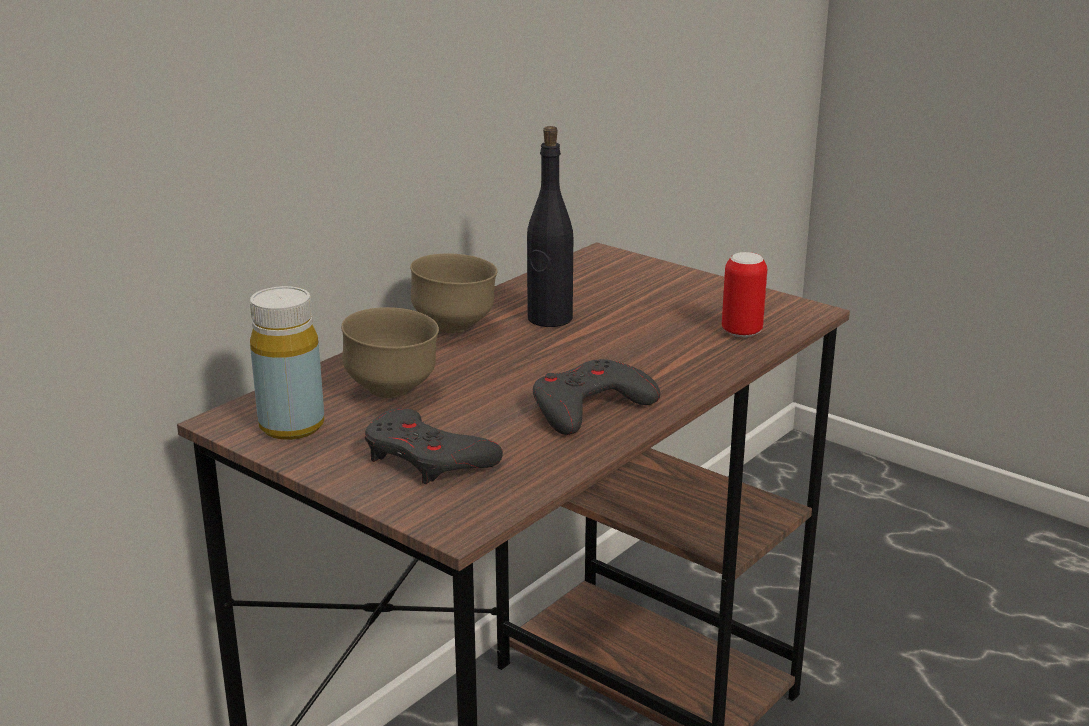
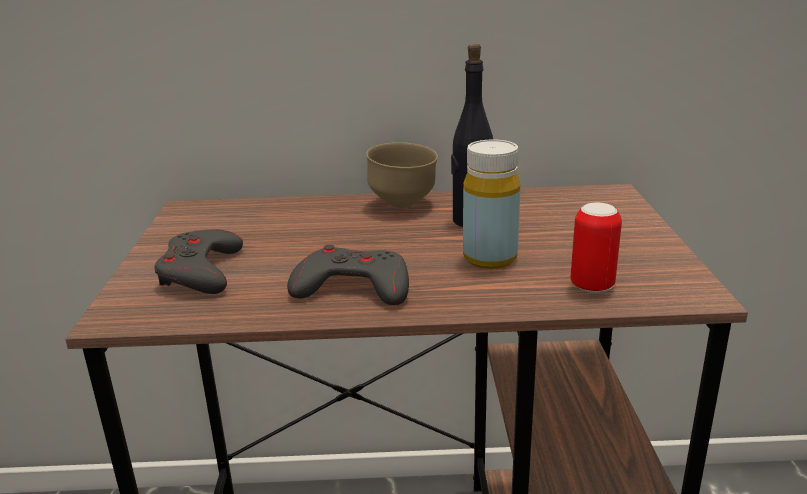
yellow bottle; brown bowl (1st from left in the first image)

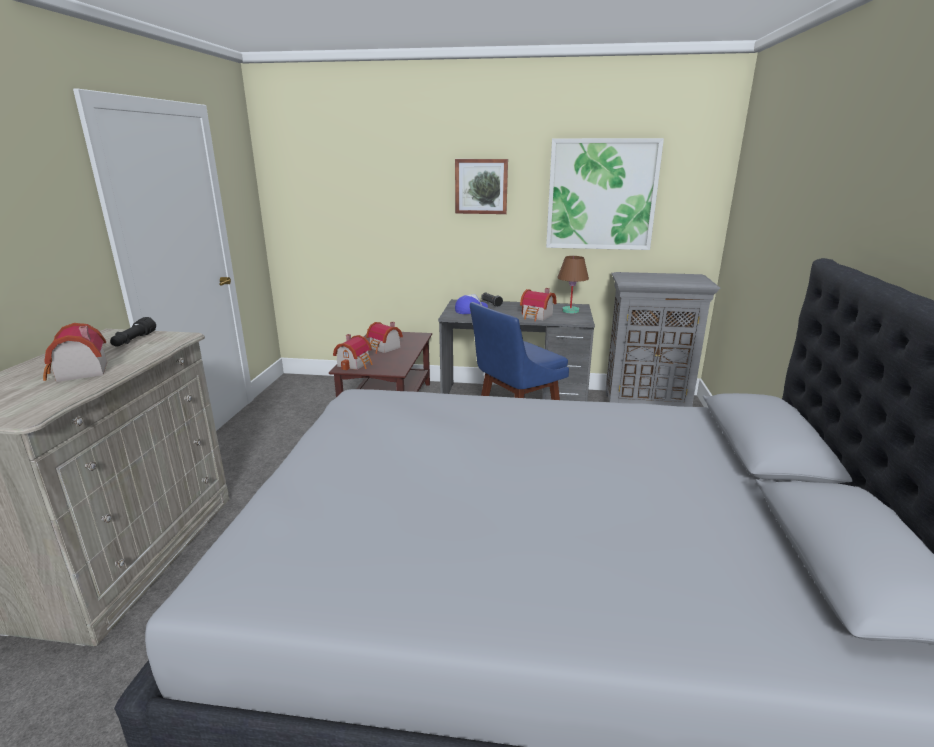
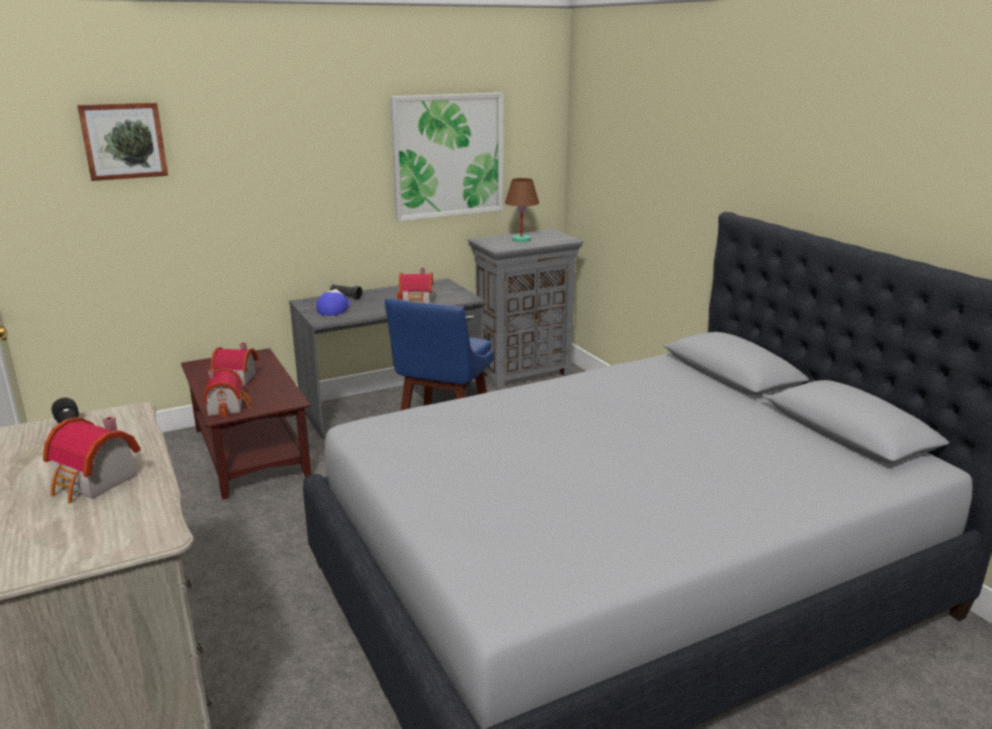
picture (1st from left); brown table lamp

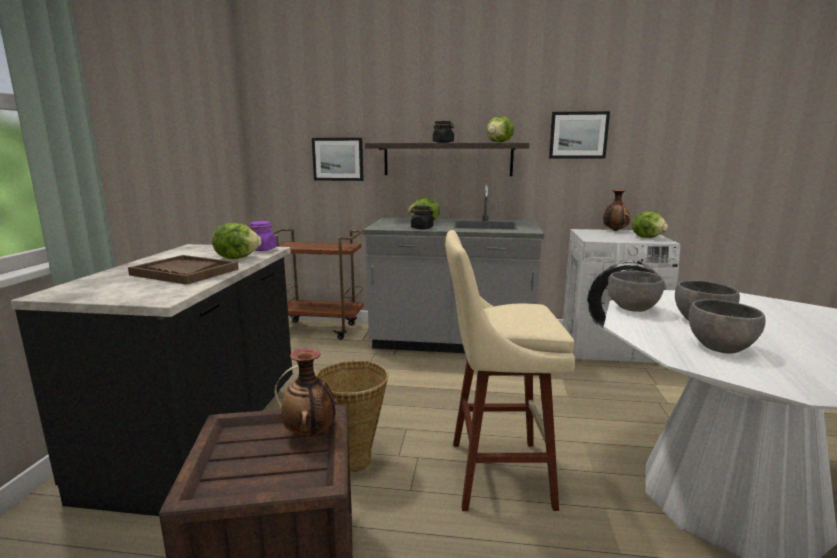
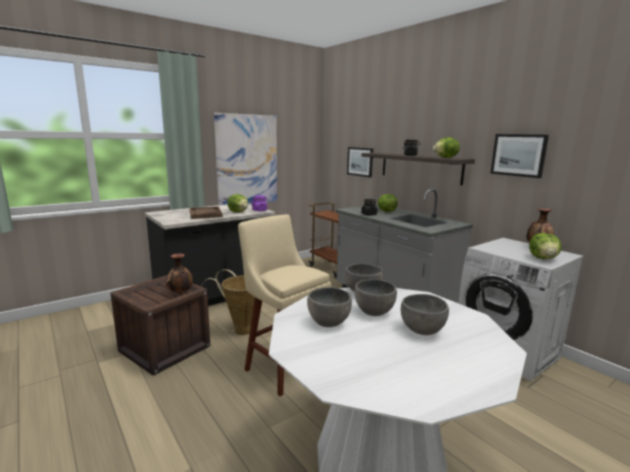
picture (1st from left); grey bowl (4th from left)

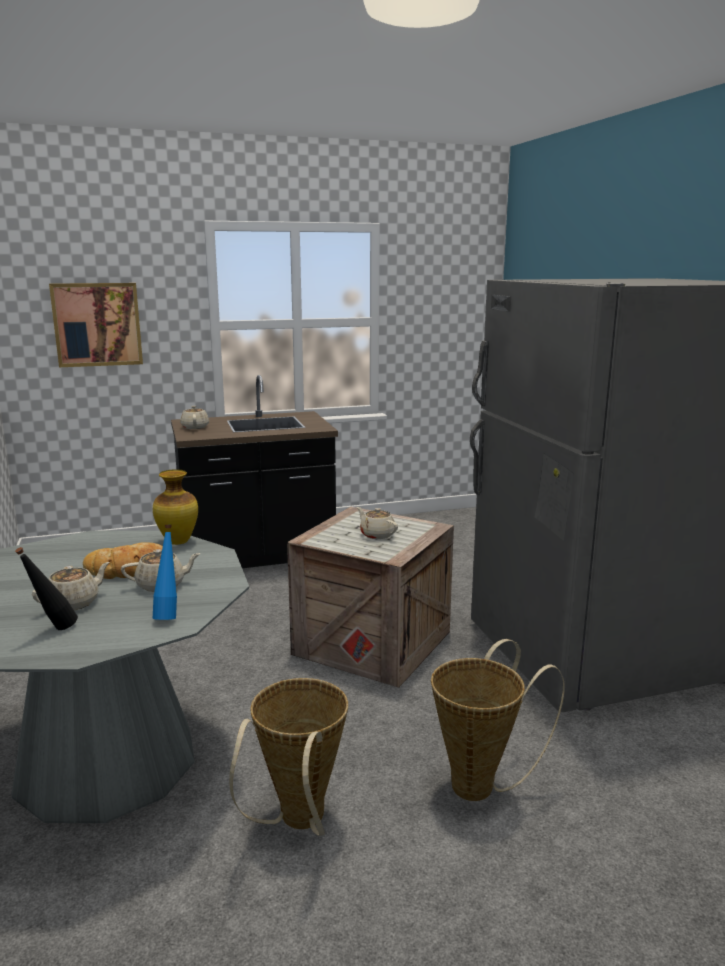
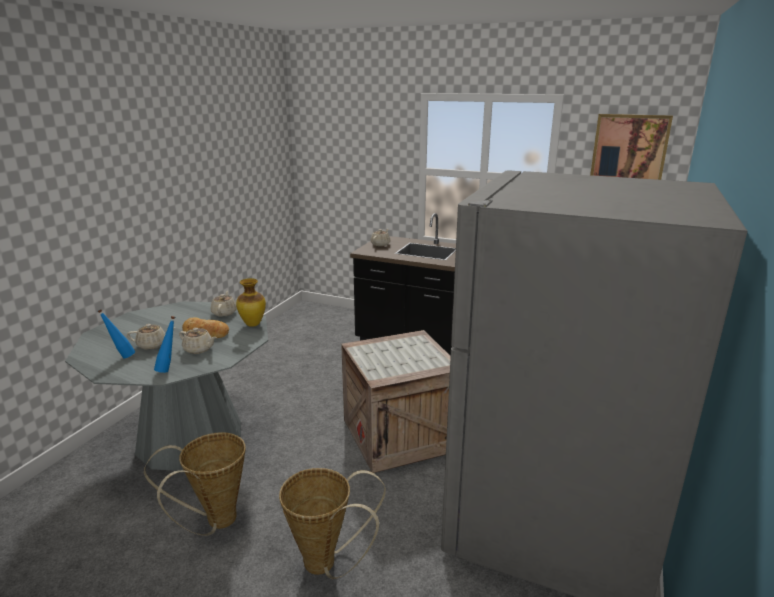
blue bottle (1st from left); beige teapot (3rd from left); picture

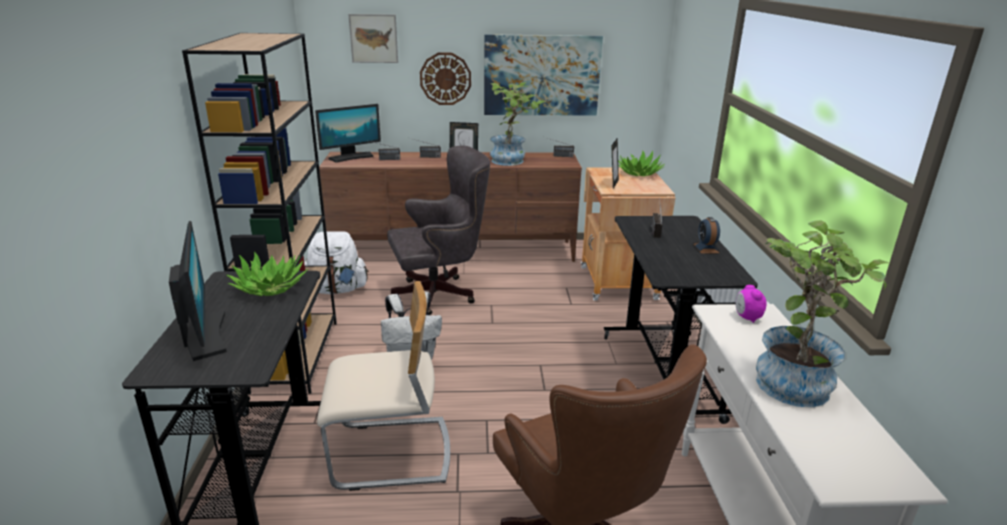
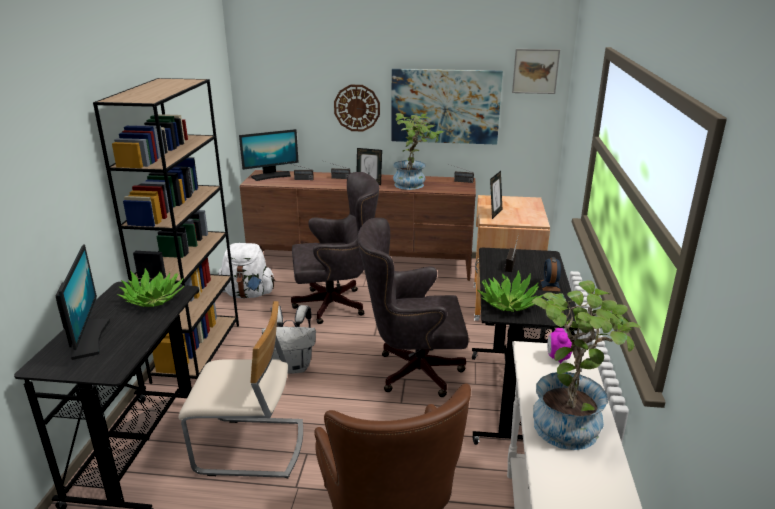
grey office chair (2nd from left); potted plant (3rd from left); picture (2nd from left)

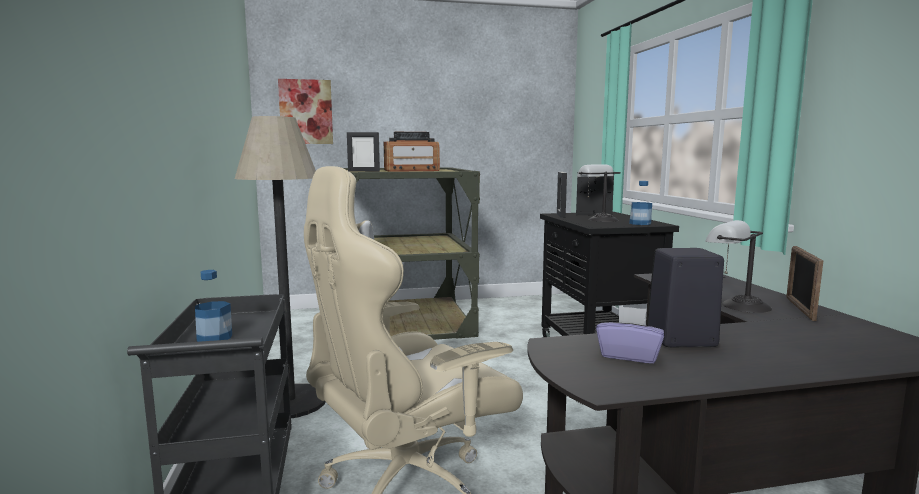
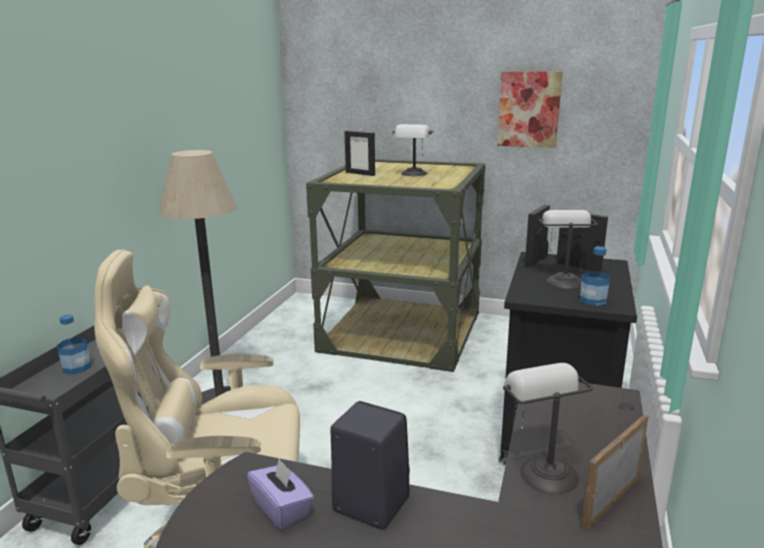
table lamp (1st from left); picture

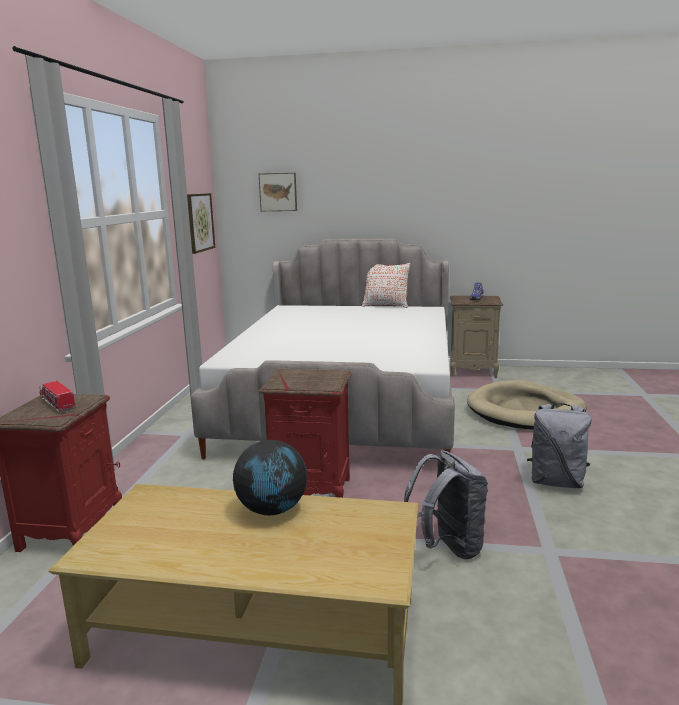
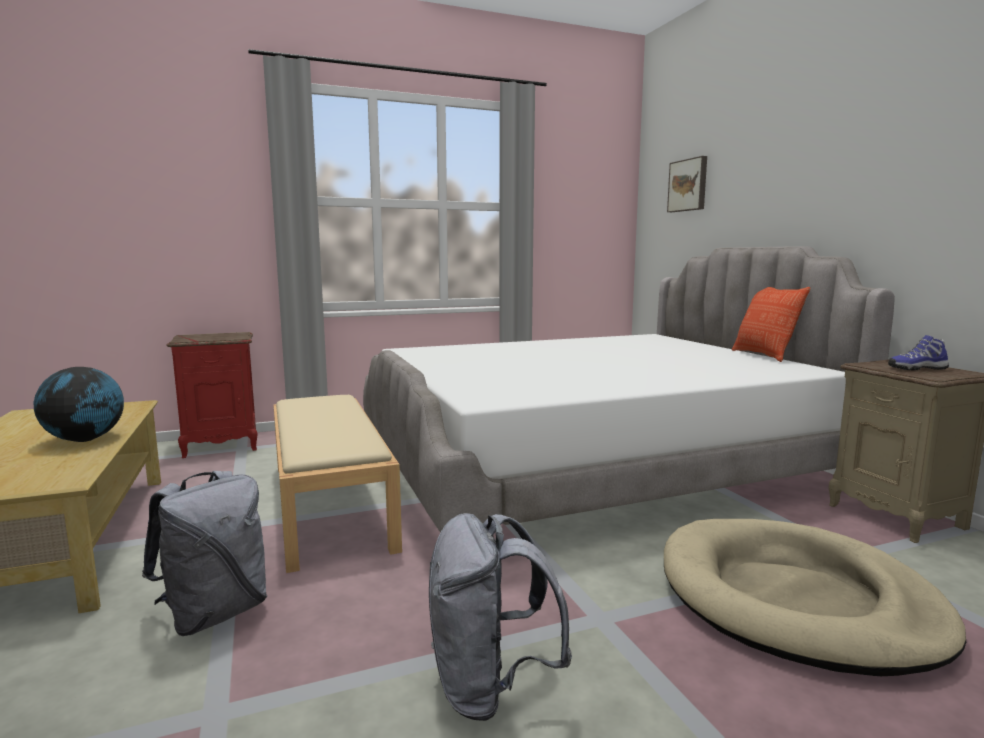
beige bench; orange pillow; toy truck; picture (1st from left in the first image)

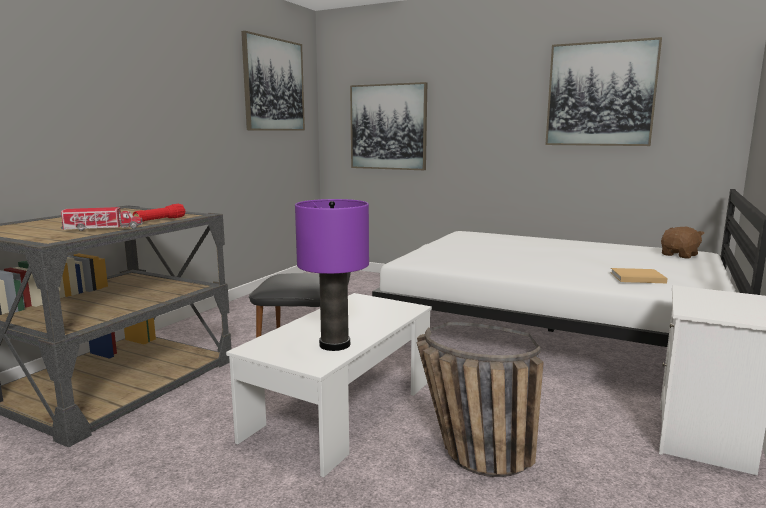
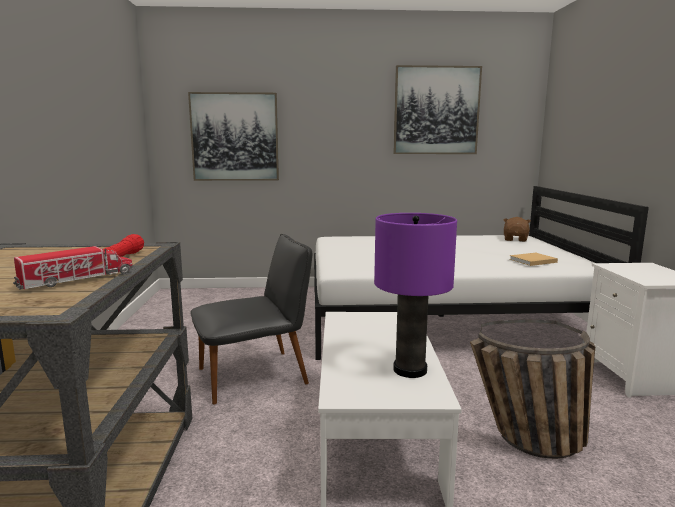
picture (1st from left in the first image)

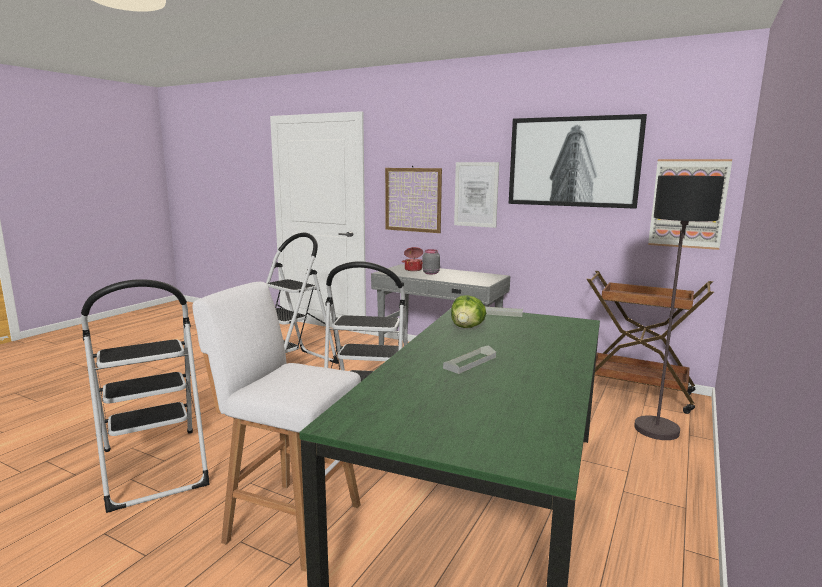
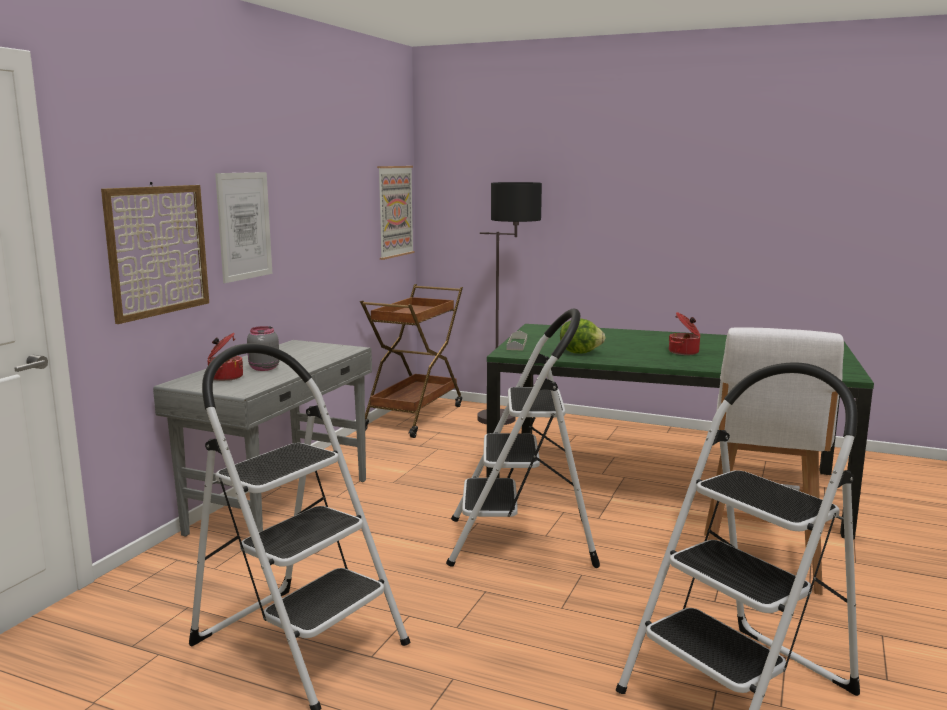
cooking pot (2nd from left); picture (3rd from left in the first image)

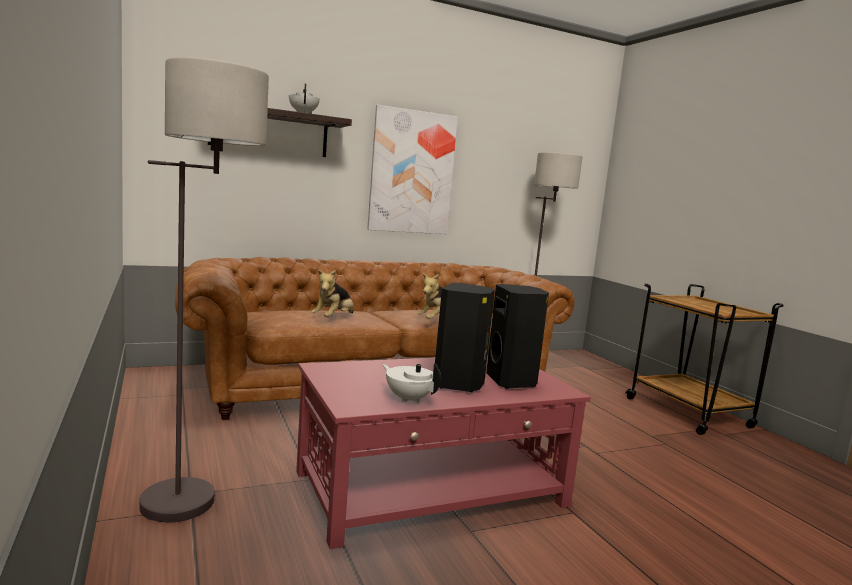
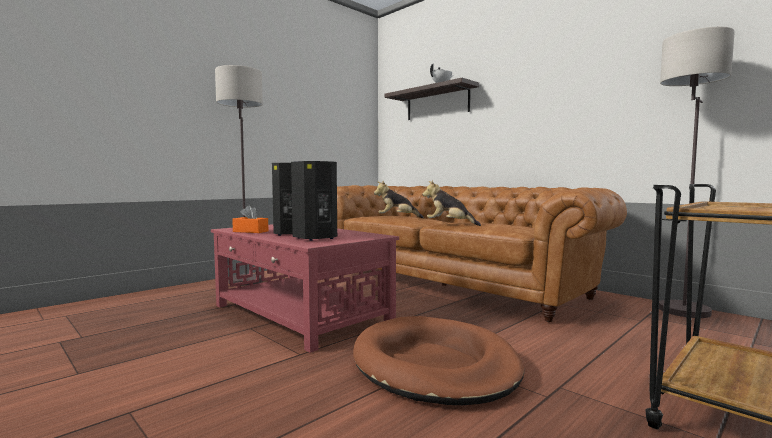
orange tissue box; brown dog bed; picture

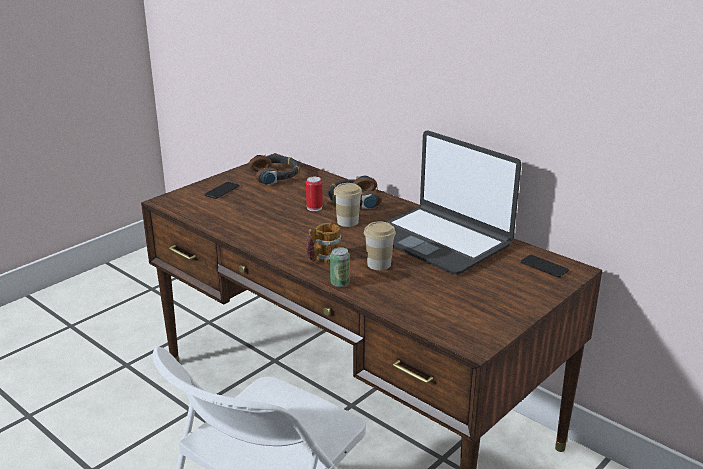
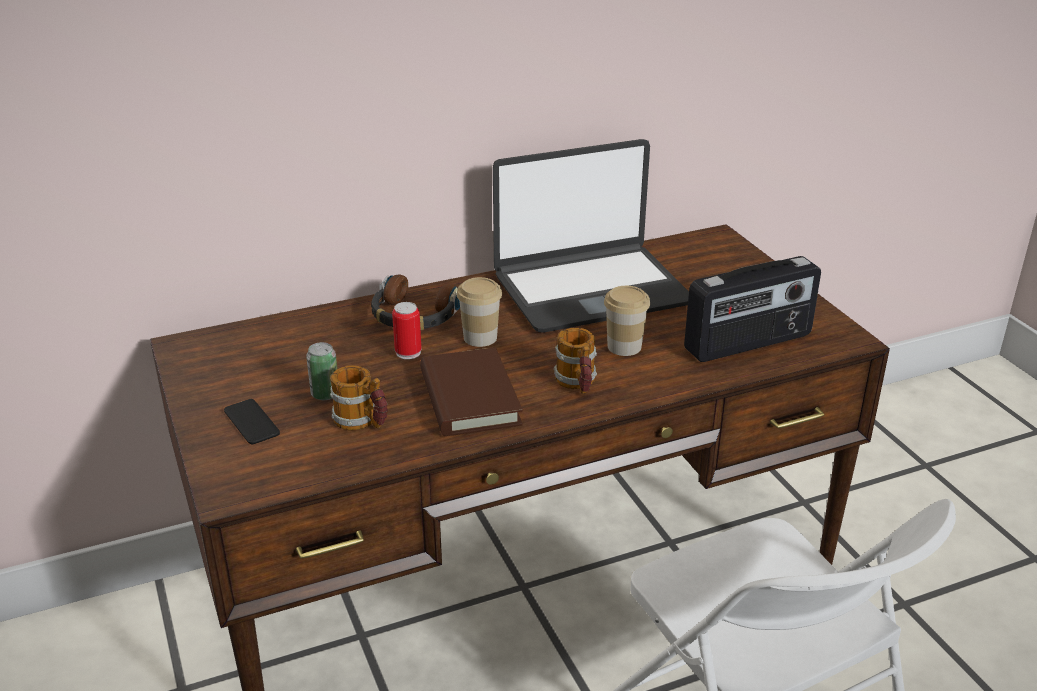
can (1st from left); mug (1st from left); brown book; radio; headphones (1st from left in the first image); phone (2nd from left in the first image)

